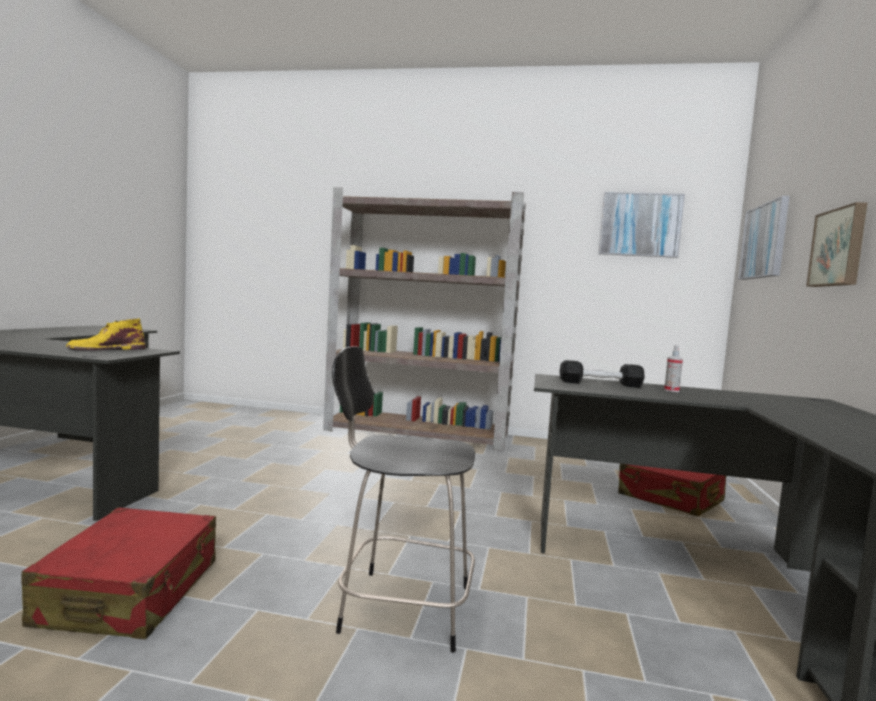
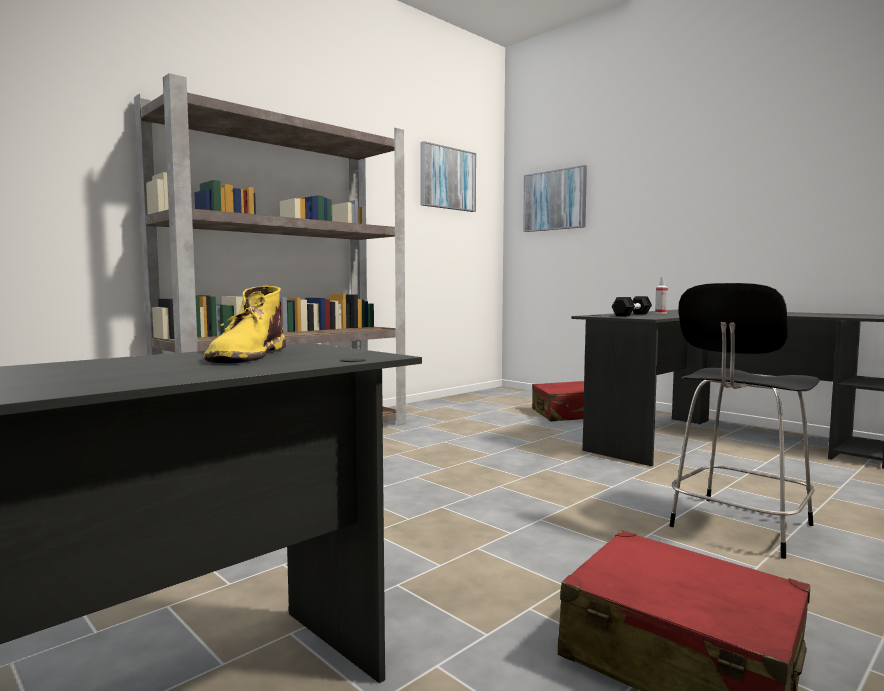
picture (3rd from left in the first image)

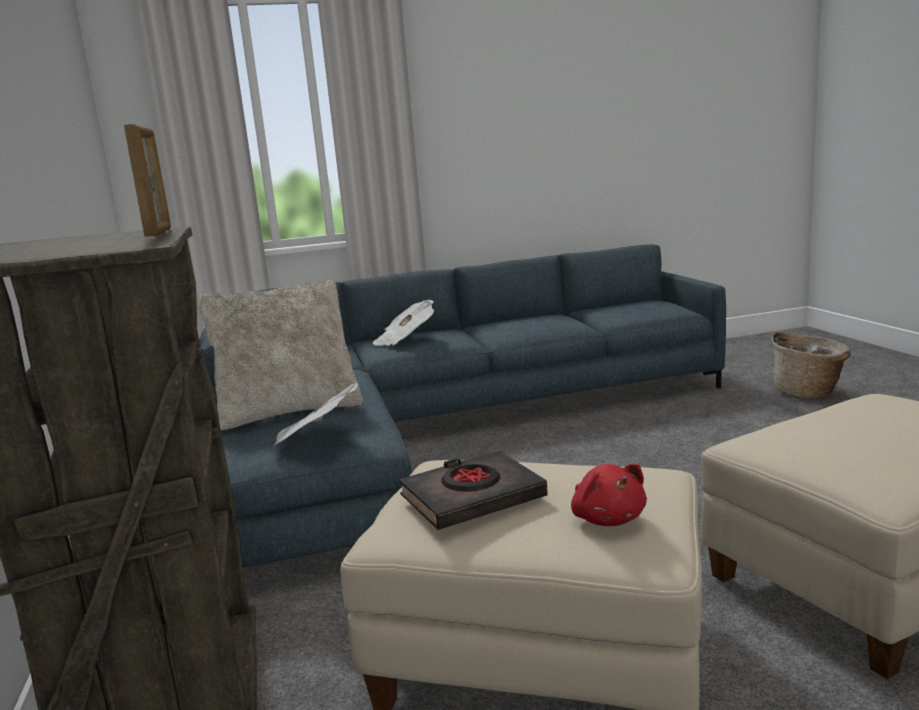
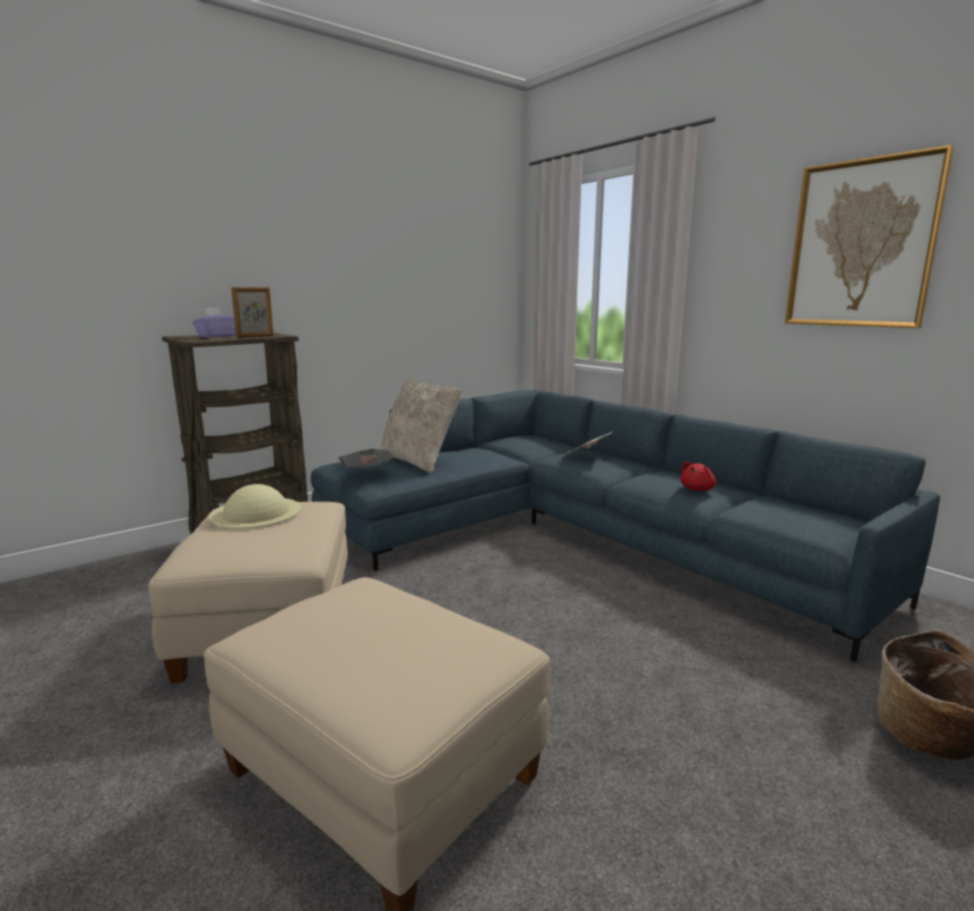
purple tissue box; beige hat; red plush toy; picture

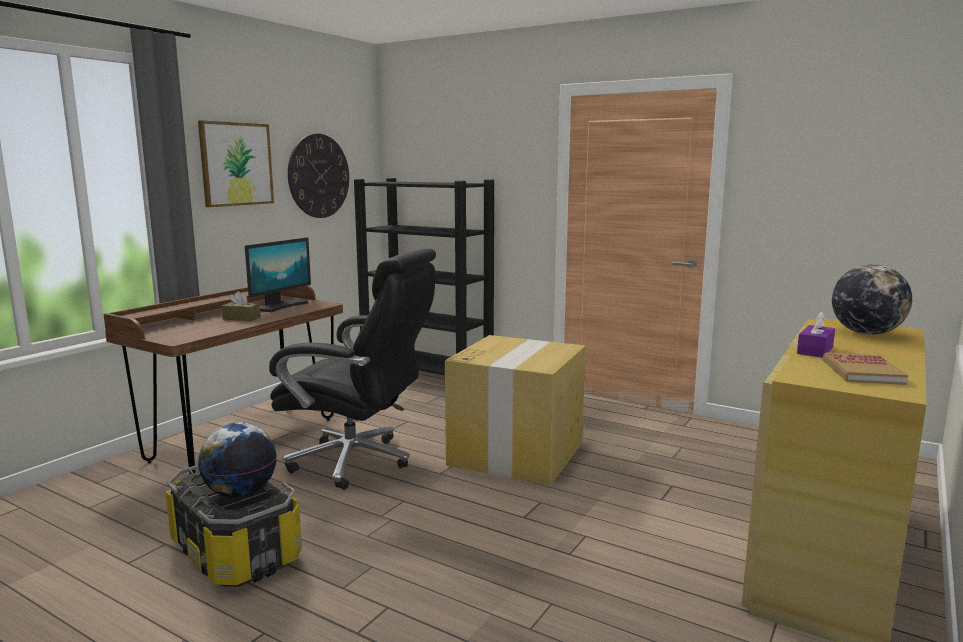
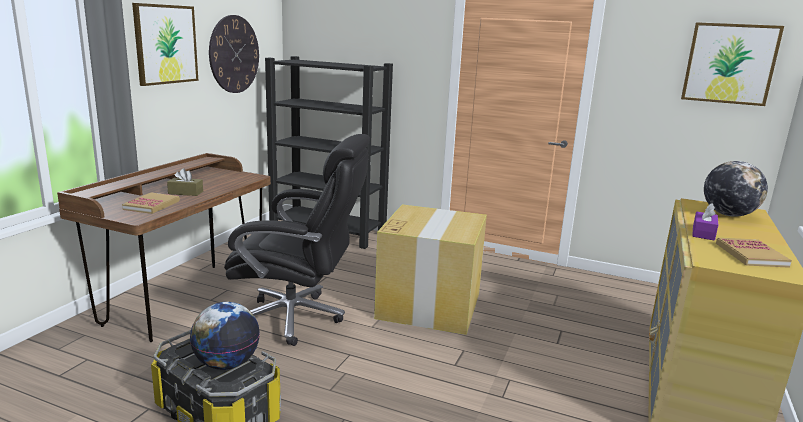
book (1st from left); picture (2nd from left); monitor

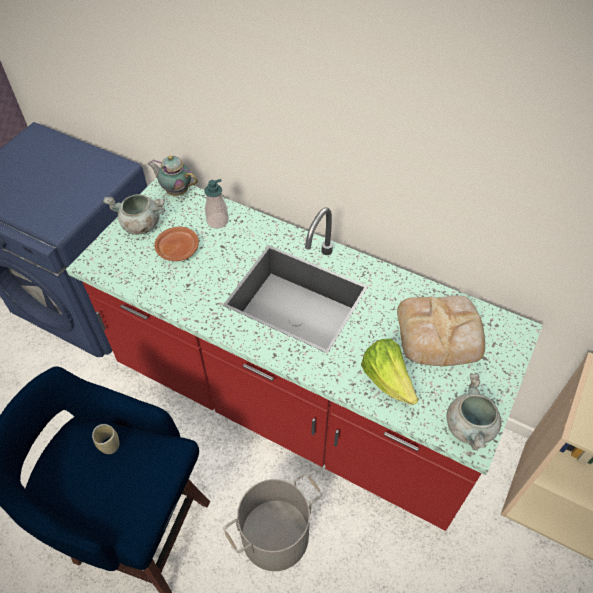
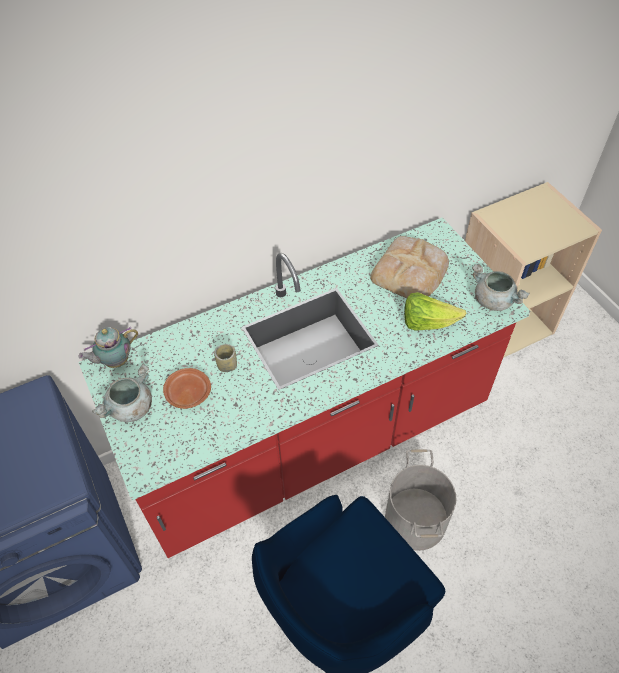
cup; soap dispenser

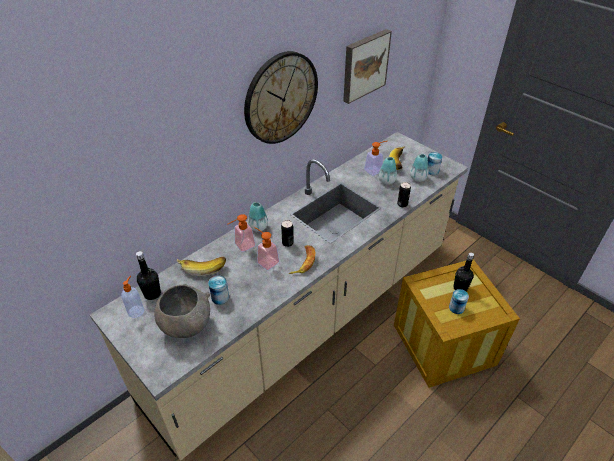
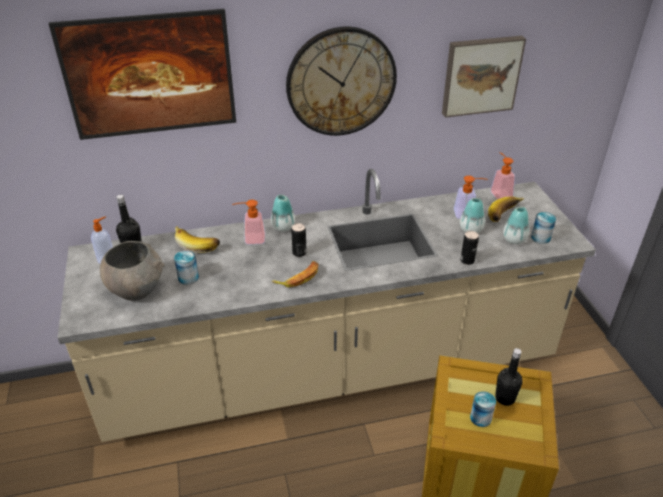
picture (1st from left); soap dispenser (4th from left)

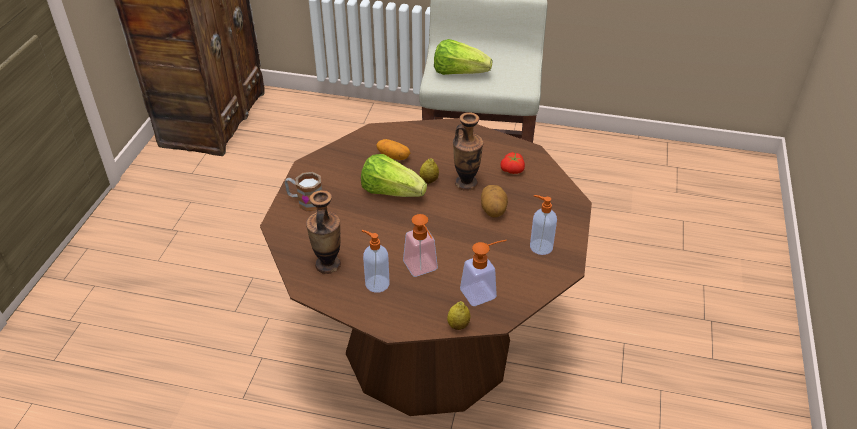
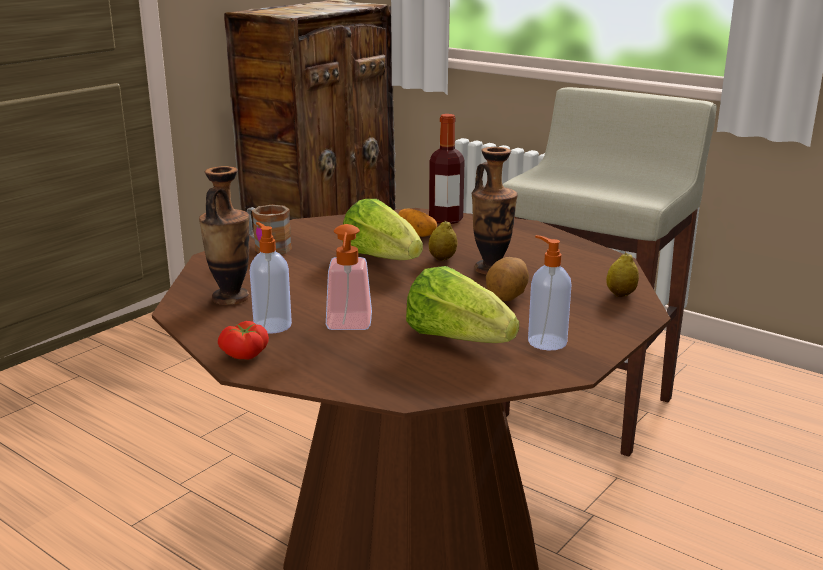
tomato; lettuce (2nd from left); bottle; lemon (2nd from left); soap dispenser (3rd from left in the first image)

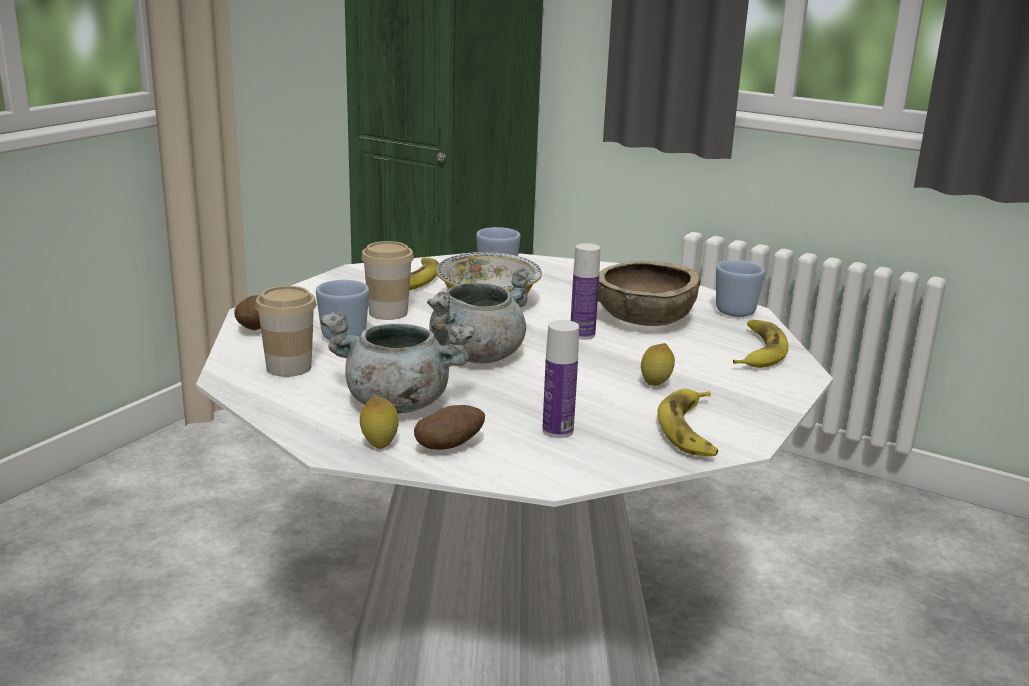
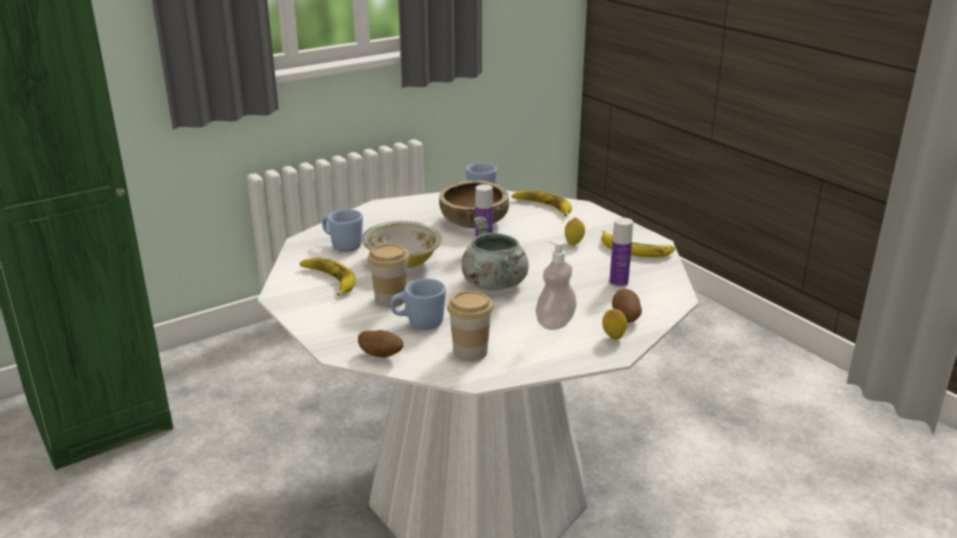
soap dispenser

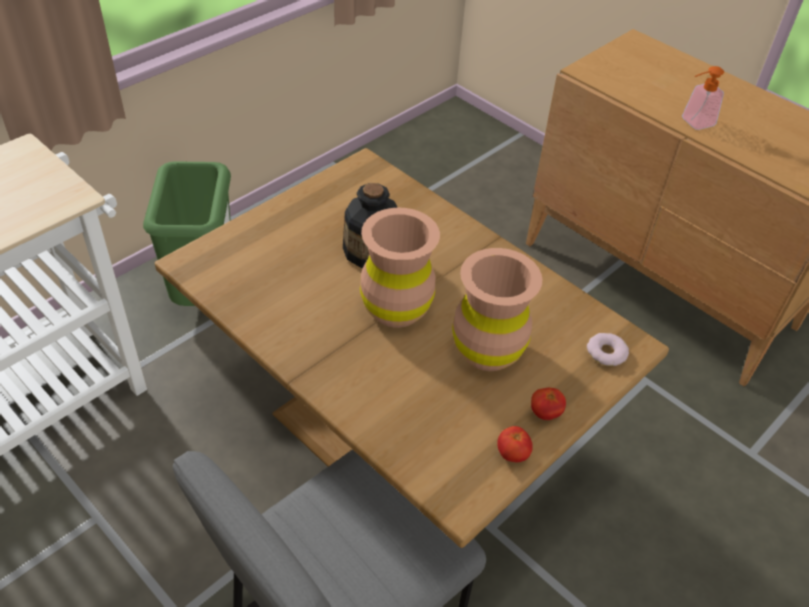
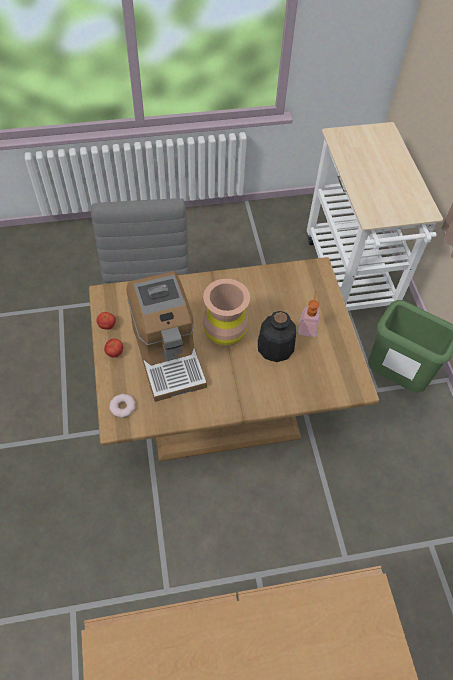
coffee machine; soap dispenser

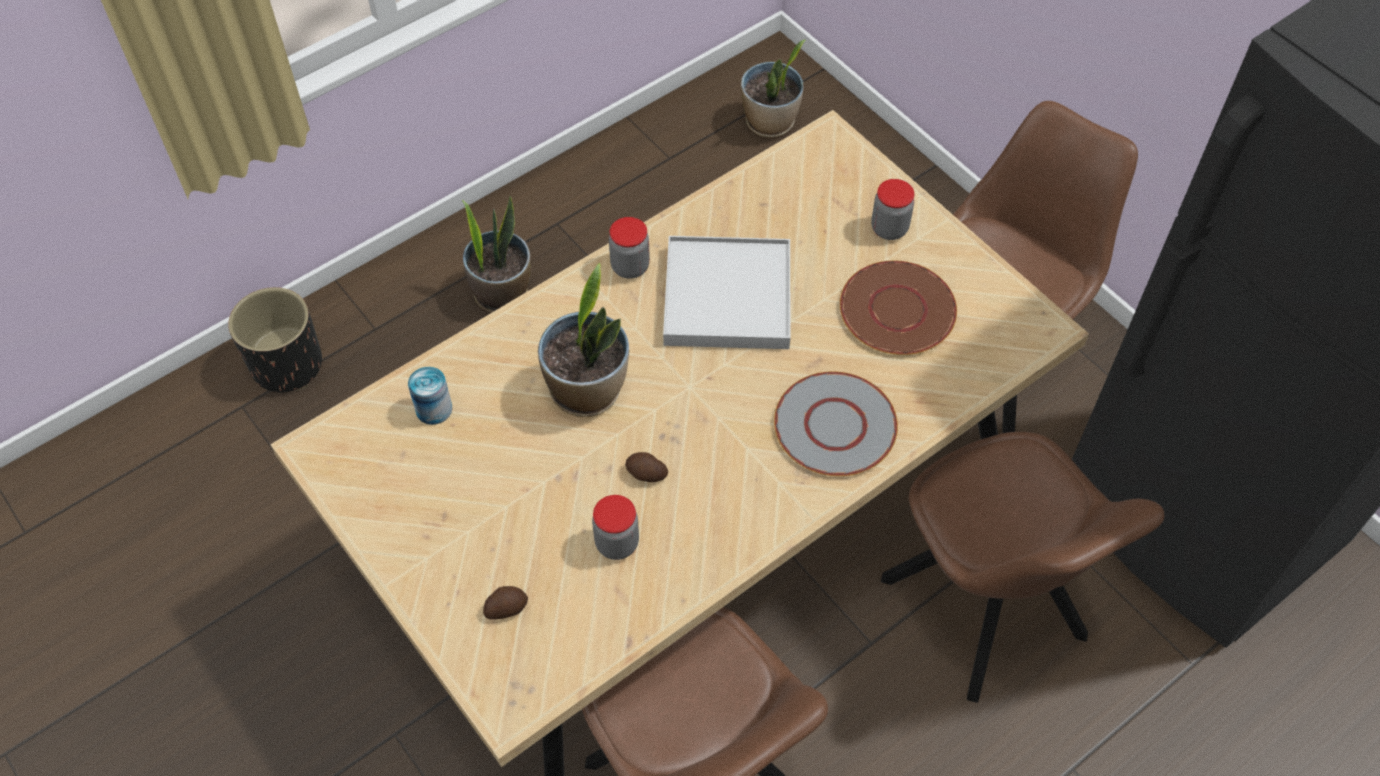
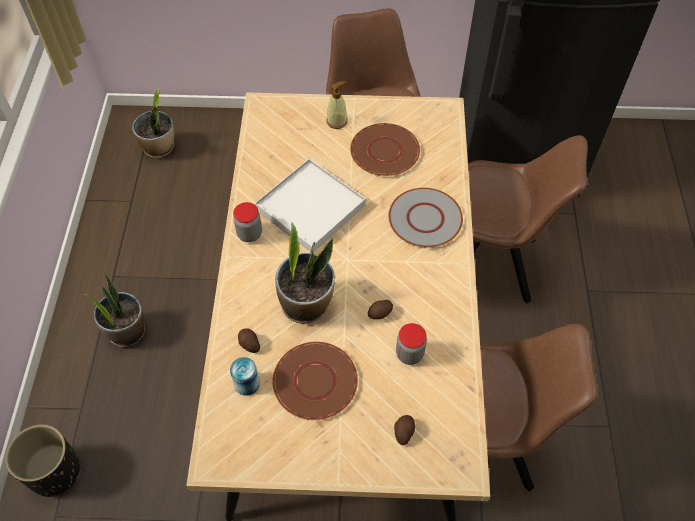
potato (1st from left); brown plate (1st from left); soap dispenser

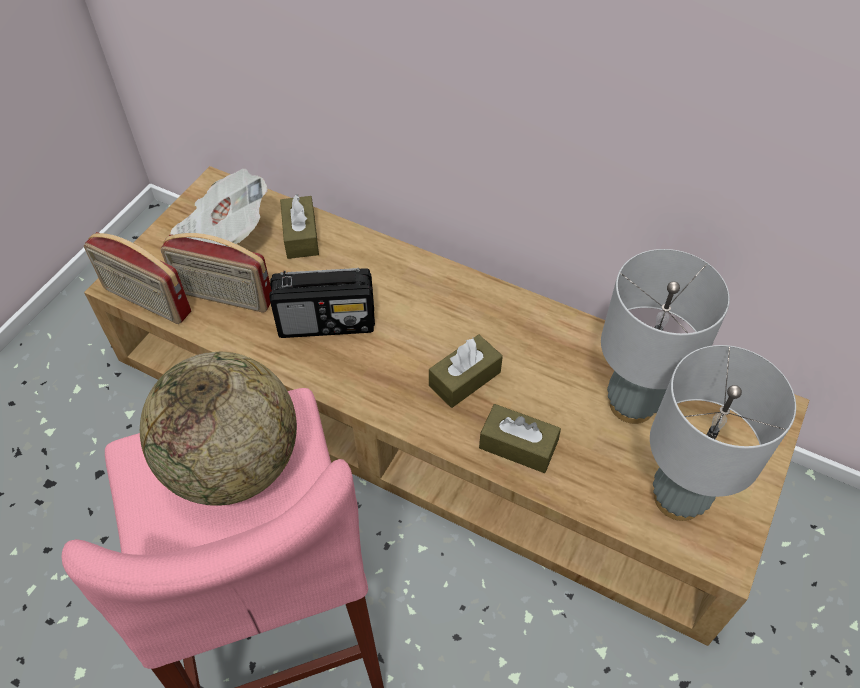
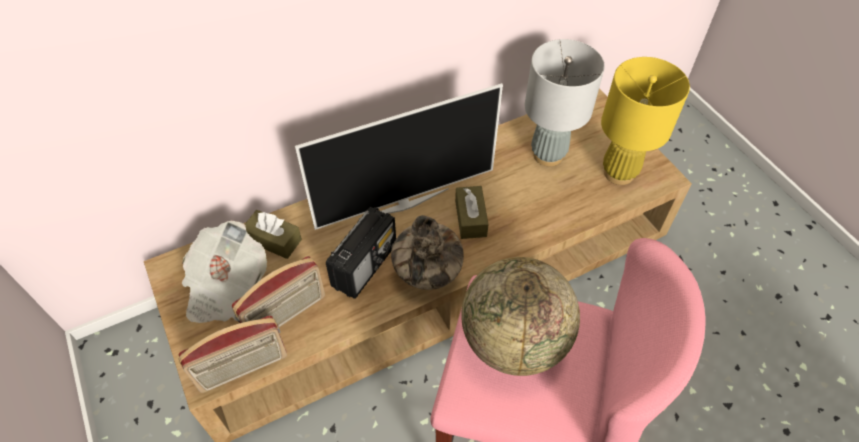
television; vase; yellow table lamp; brown tissue box (3rd from left in the first image)

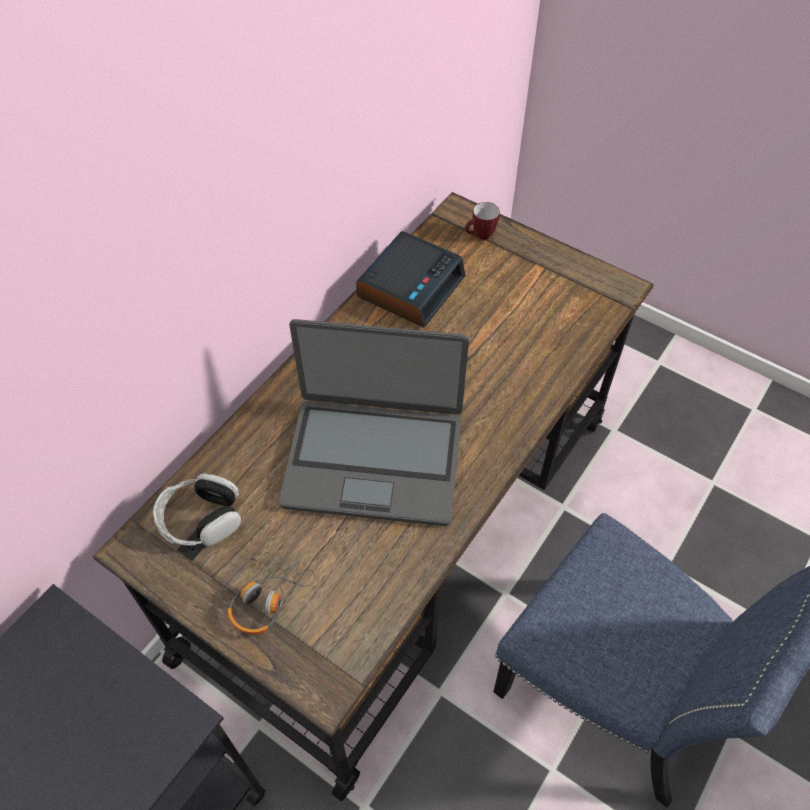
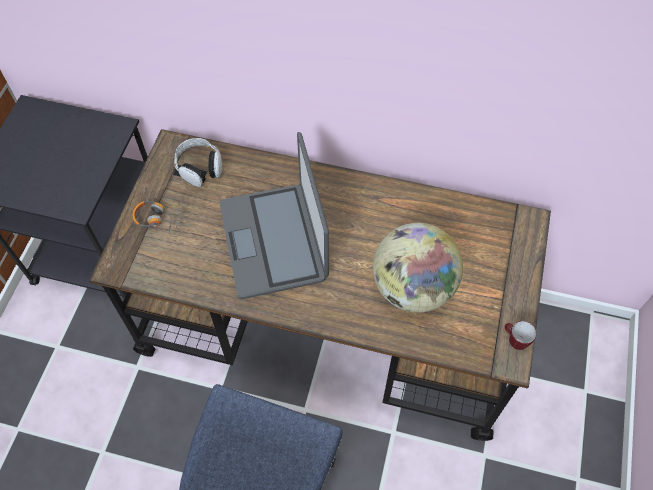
globe; mug; alarm clock

